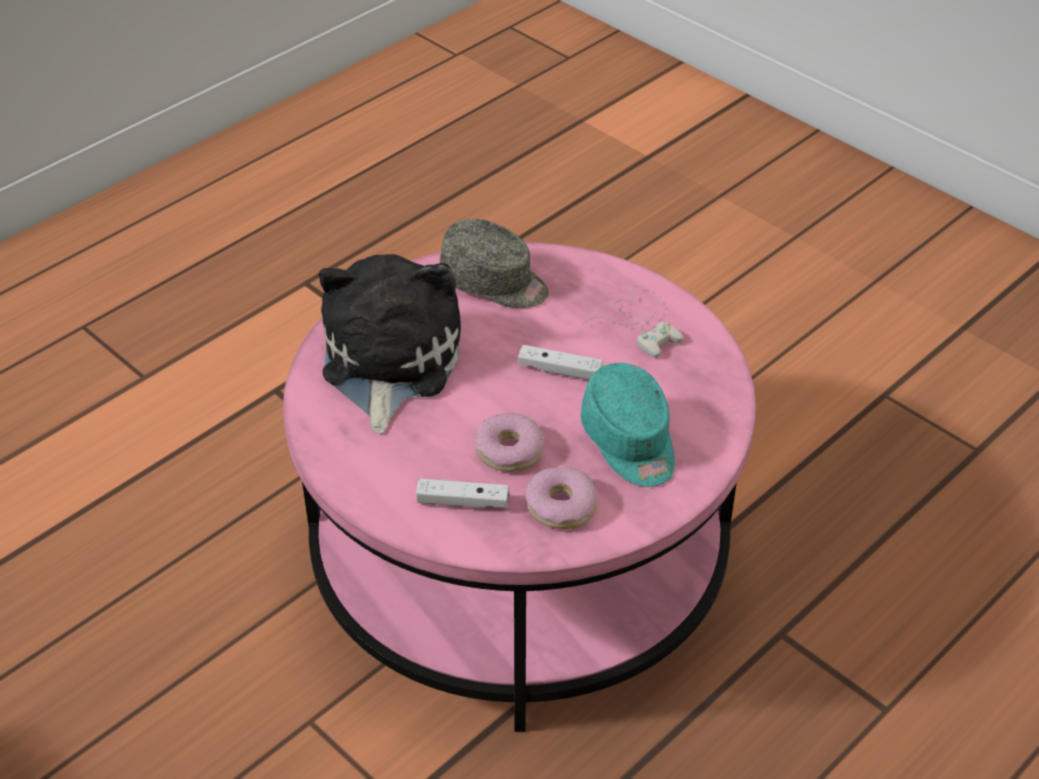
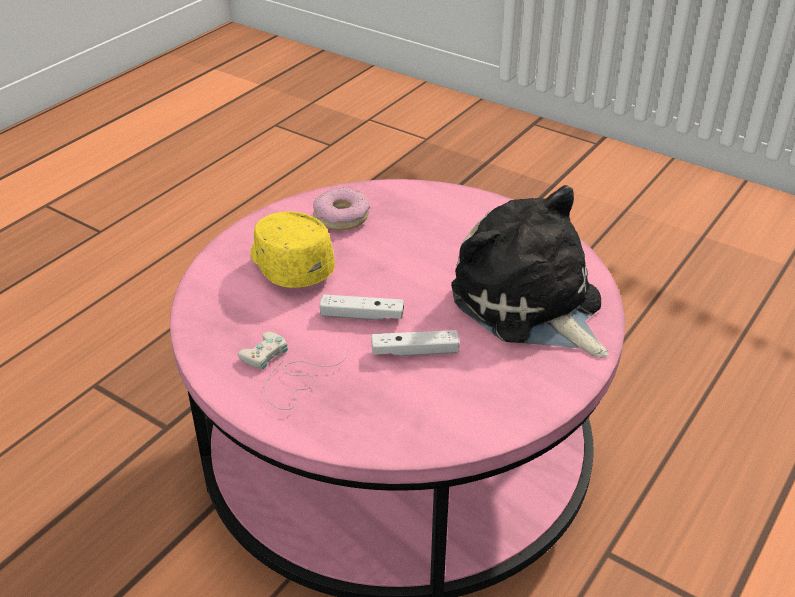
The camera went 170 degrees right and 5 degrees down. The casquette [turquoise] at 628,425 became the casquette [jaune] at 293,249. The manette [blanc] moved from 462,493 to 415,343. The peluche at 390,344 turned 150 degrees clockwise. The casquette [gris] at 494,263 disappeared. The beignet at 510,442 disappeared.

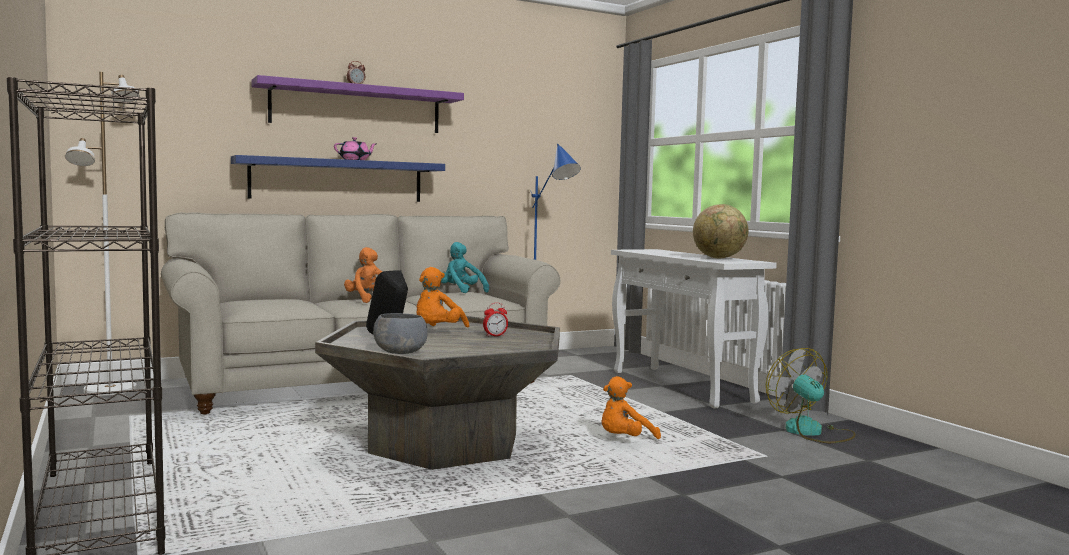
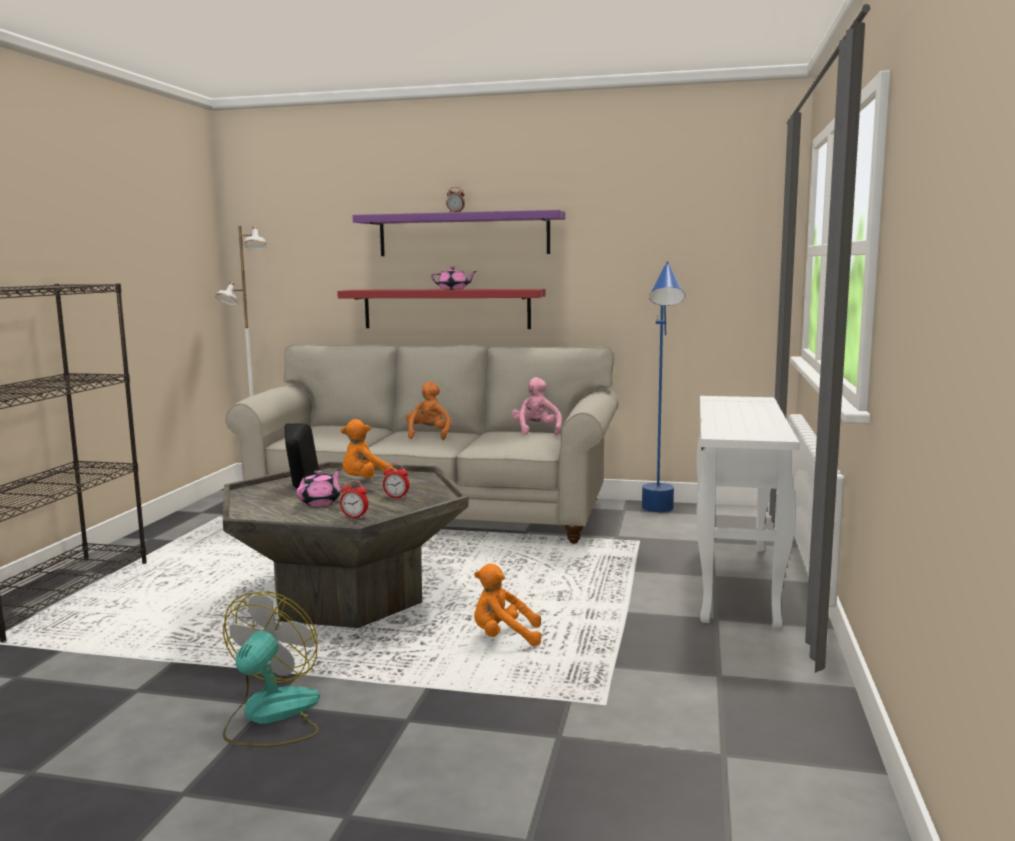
The camera went 40 degrees right and 5 degrees up. The ventilateur moved from 811,395 to 271,669. The théière [rose] at 319,488 appeared. The étagère [bleu] at 338,178 became the étagère [rouge] at 441,309. The réveil at 354,499 appeared. The peluche [turquoise] at 465,267 became the peluche [rose] at 537,406. The bol [gris] at 400,333 disappeared. The globe at 721,231 disappeared.

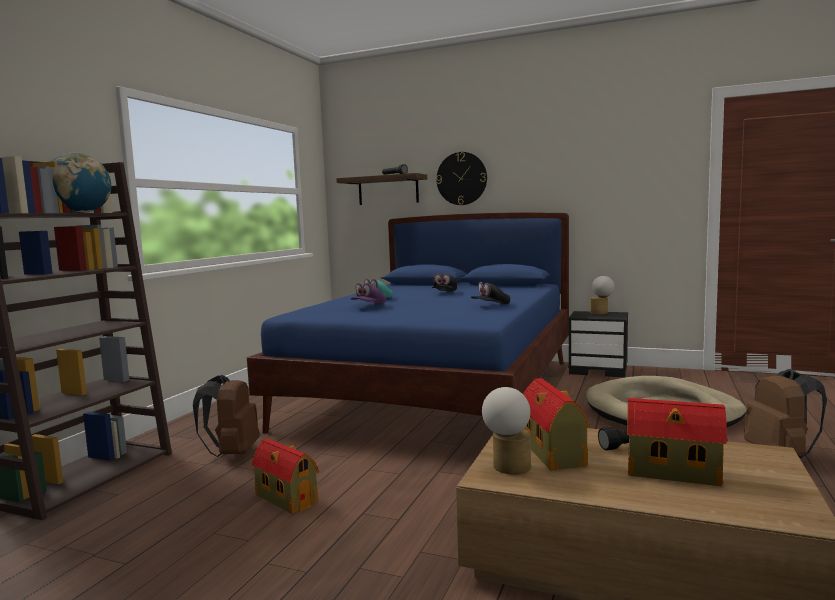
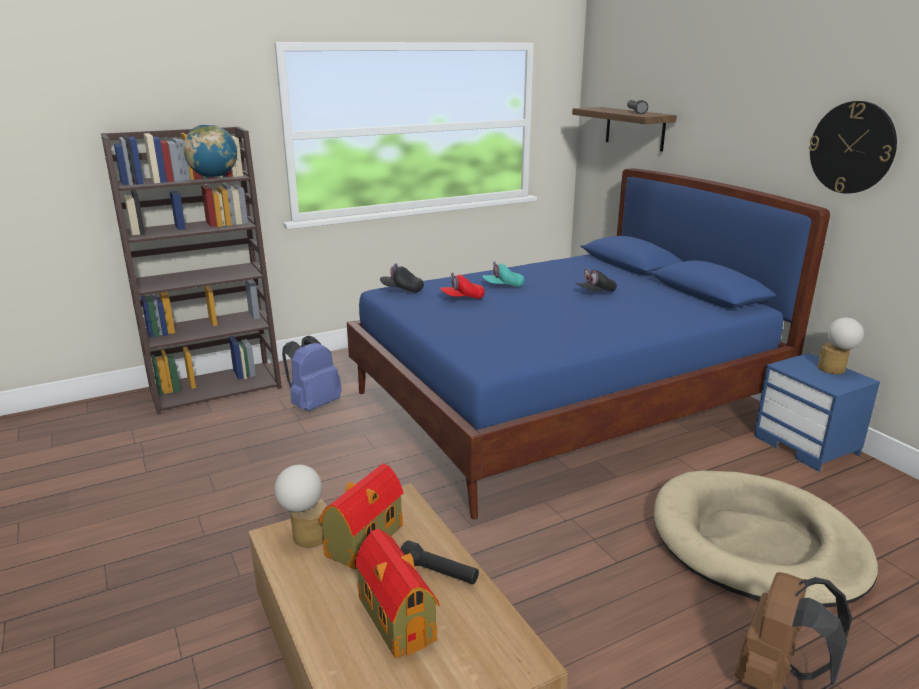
The camera went 40 degrees right and 15 degrees up. The sac à dos [marron] at 226,416 became the sac à dos [bleu] at 312,373. The casquette [noir] moved from 490,293 to 402,278. The casquette [violet] at 368,293 became the casquette [rouge] at 462,285. The table de chevet [noir] at 598,344 became the table de chevet [bleu] at 817,412. The horloge murale moved from 461,178 to 853,147. The maison miniature at 285,476 disappeared.

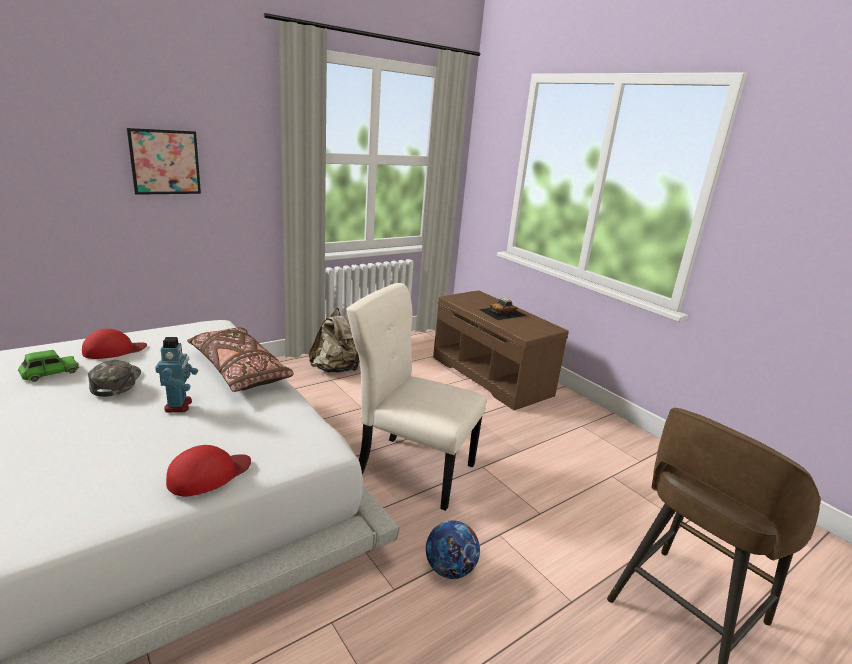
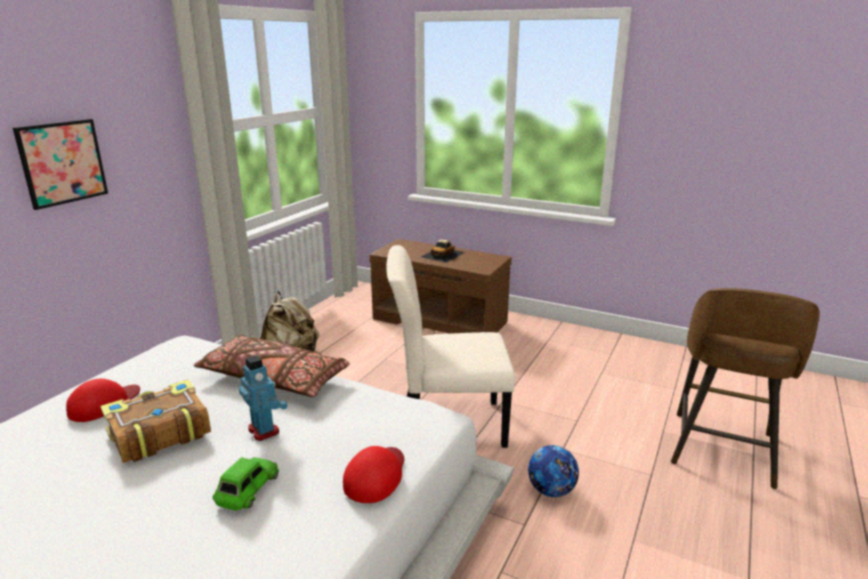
The camera went 25 degrees left and 0 degrees up. The casquette [vert] at 114,378 was replaced by the livre at 156,421. The petite voiture [vert] moved from 48,366 to 246,484.

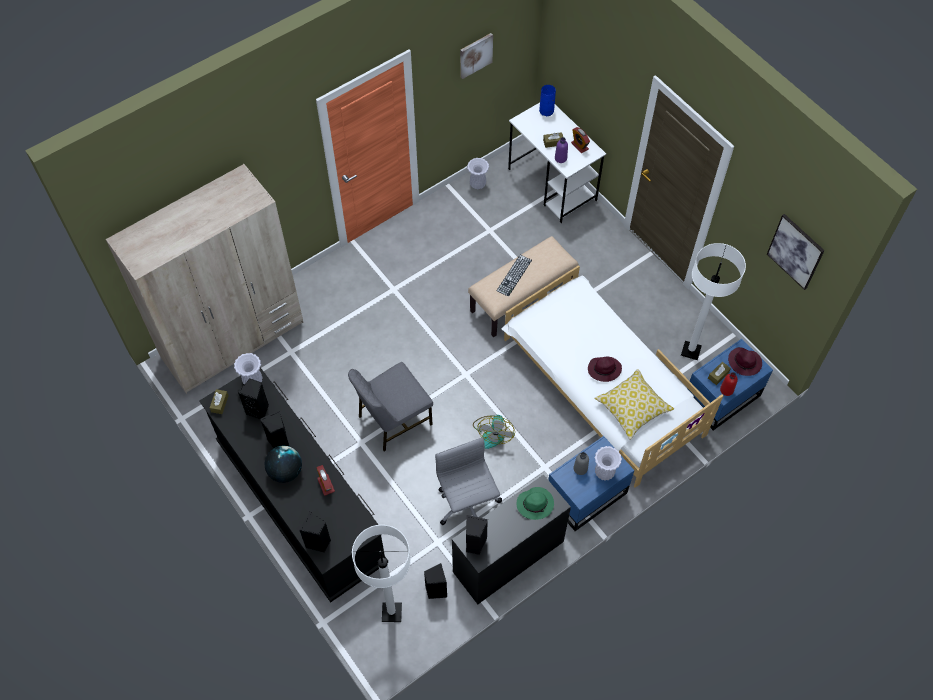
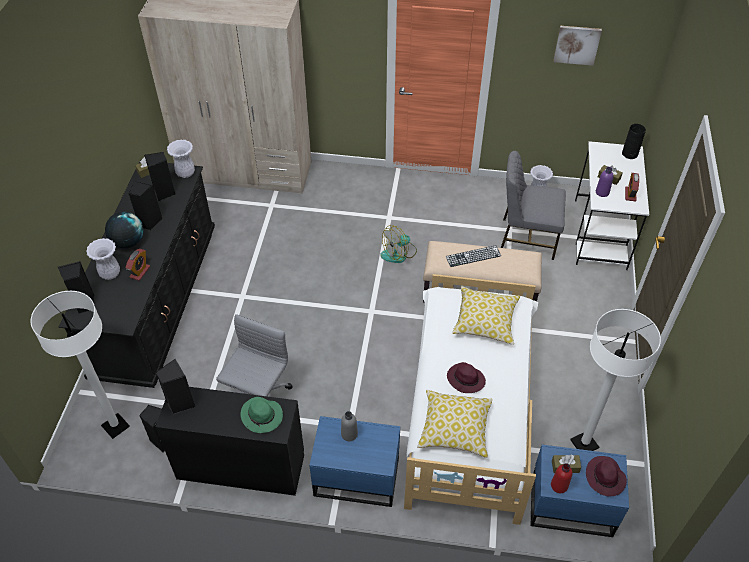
The camera went 45 degrees right and 10 degrees down. The vase [blanc] moved from 608,463 to 103,259. The ventilateur moved from 494,432 to 398,244. The coussin at 486,315 appeared. The chaise [gris] moved from 390,406 to 533,205. The vase [bleu] at 547,100 became the vase [noir] at 634,141. The tableau at 796,252 disappeared.

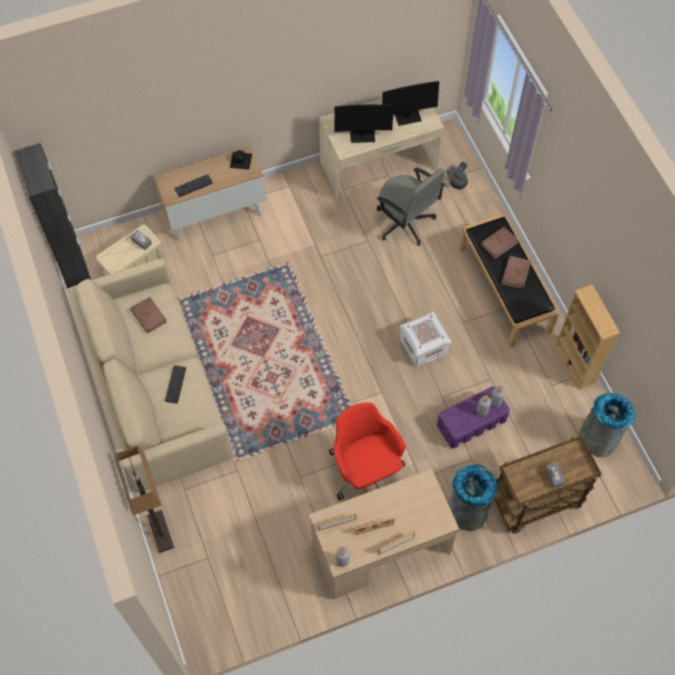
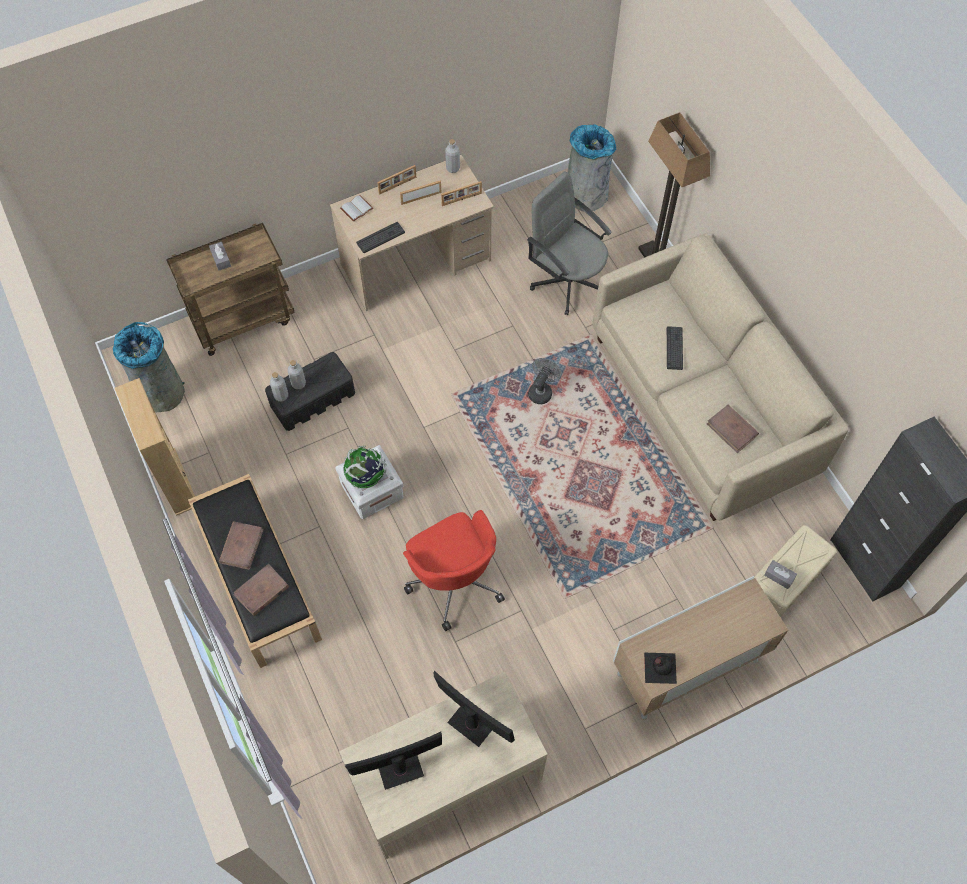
The camera went 175 degrees right and 0 degrees up. The boîte de rangement [violet] at 473,417 became the boîte de rangement [noir] at 310,391. The livre [blanc] at 357,208 appeared. The globe at 365,467 appeared. The clavier moved from 194,185 to 380,237. The chaise de bureau [rouge] moved from 367,451 to 454,570. The écran d'ordinateur at 364,123 turned 45 degrees clockwise. The chaise de bureau [gris] moved from 411,206 to 569,243. The ventilateur [gris] moved from 457,175 to 545,381. The poubelle [gris] moved from 472,497 to 592,167.

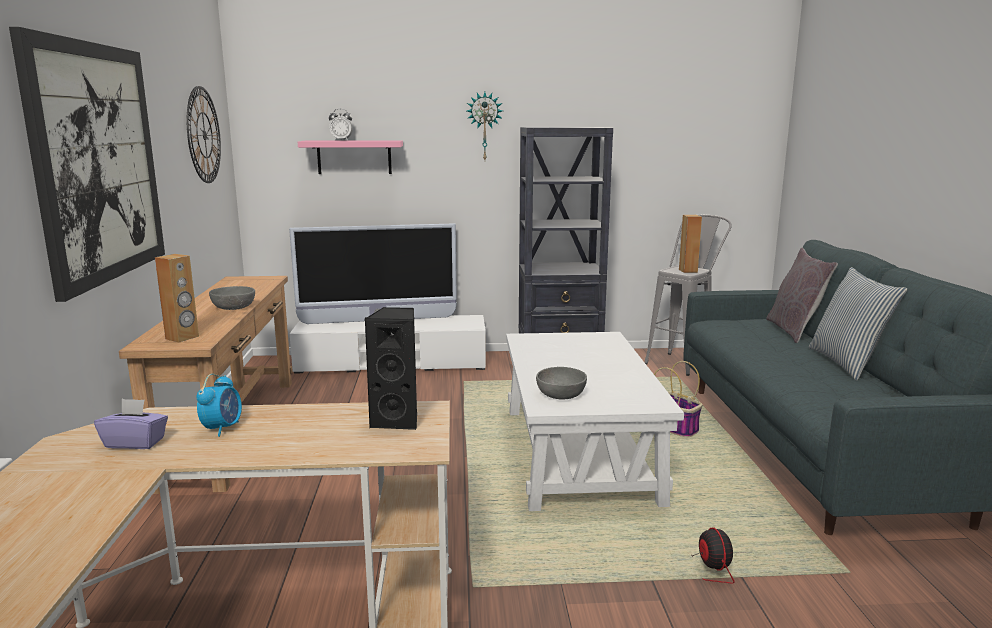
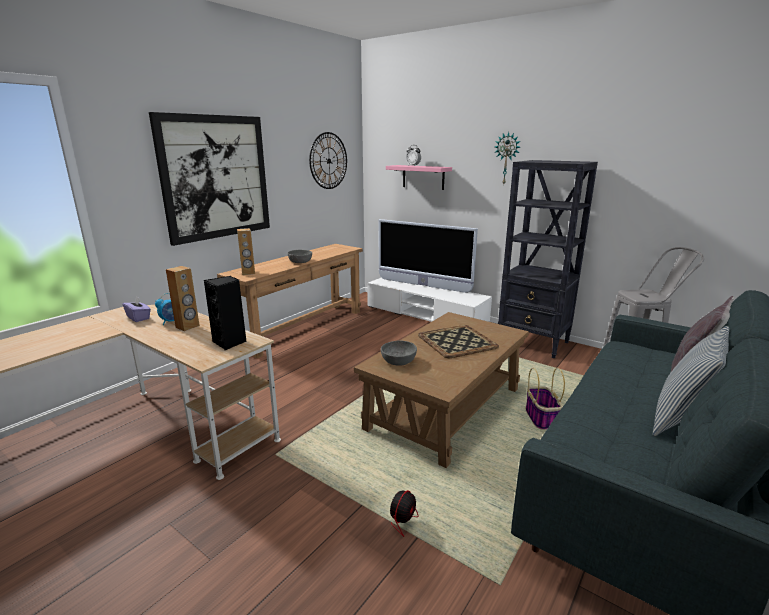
The camera went 40 degrees right and 5 degrees up. The enceinte [marron] moved from 690,244 to 183,298. The table basse [blanc] at 595,421 became the table basse [marron] at 441,390. The plateau at 458,341 appeared.

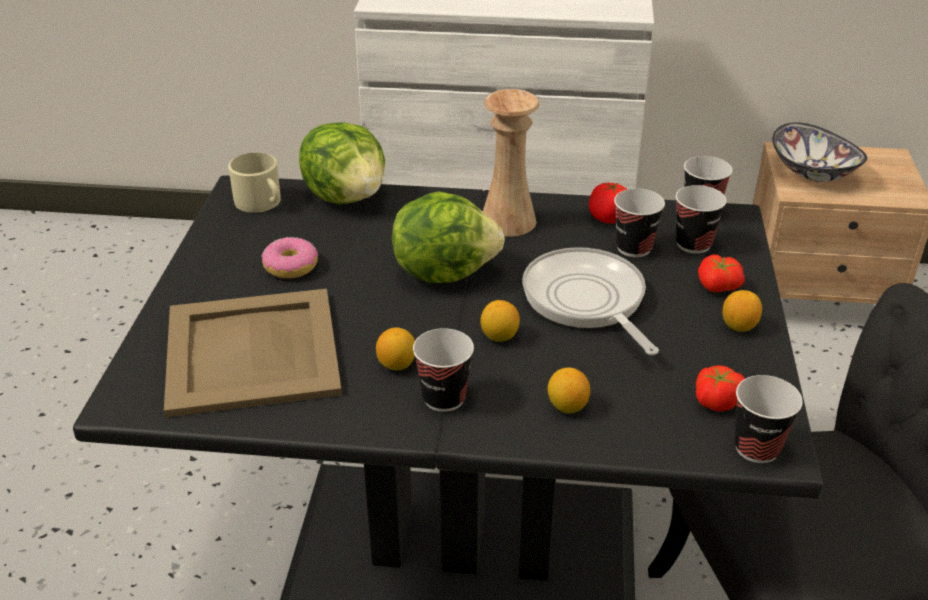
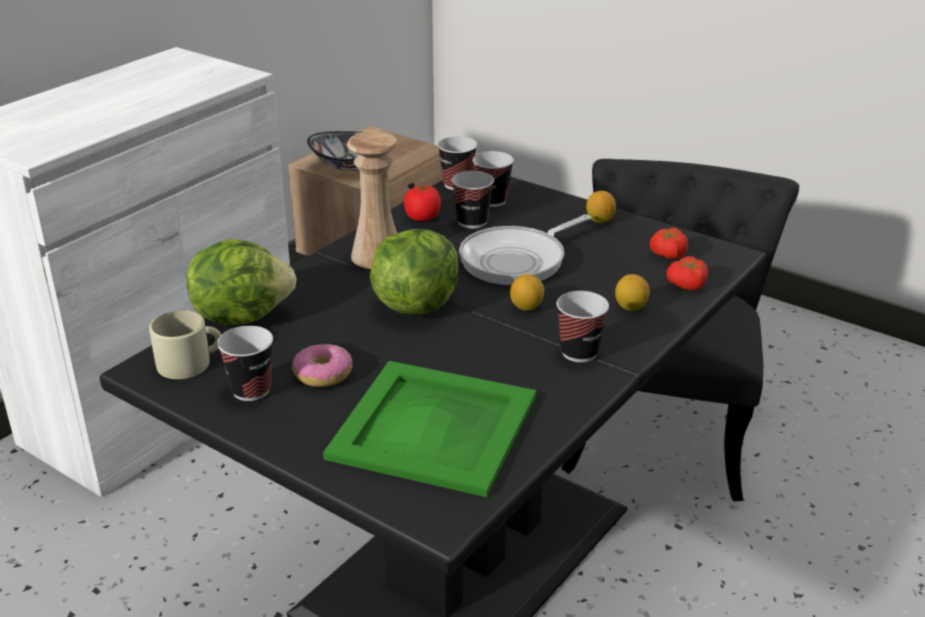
The camera went 60 degrees left and 5 degrees down. The tasse moved from 768,419 to 245,363. The plateau [beige] at 253,353 became the plateau [vert] at 429,429. The poêle at 591,301 turned 45 degrees counterclockwise. The tomate moved from 721,273 to 687,273. The citron at 395,348 disappeared.

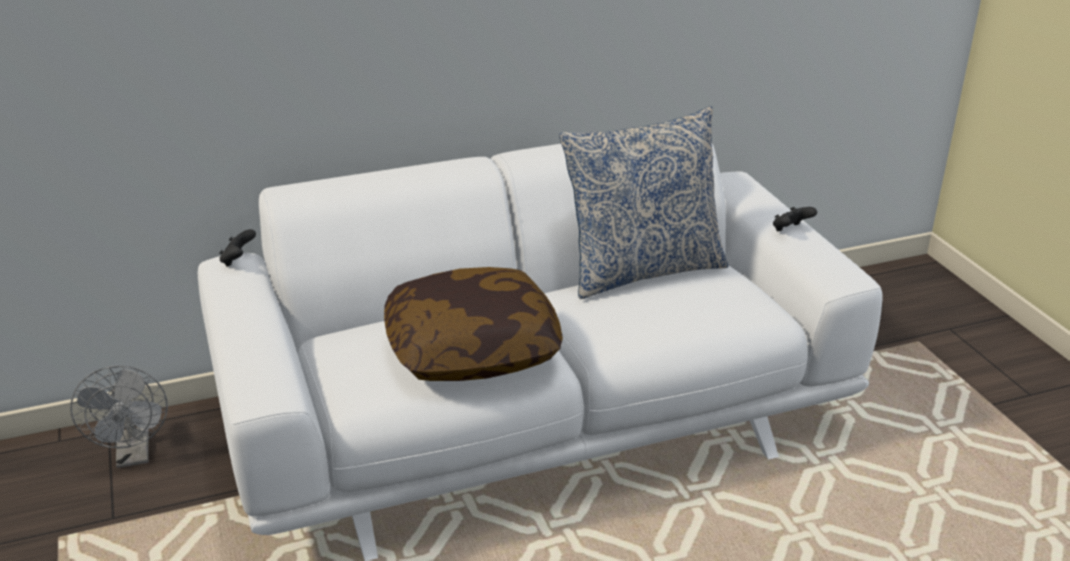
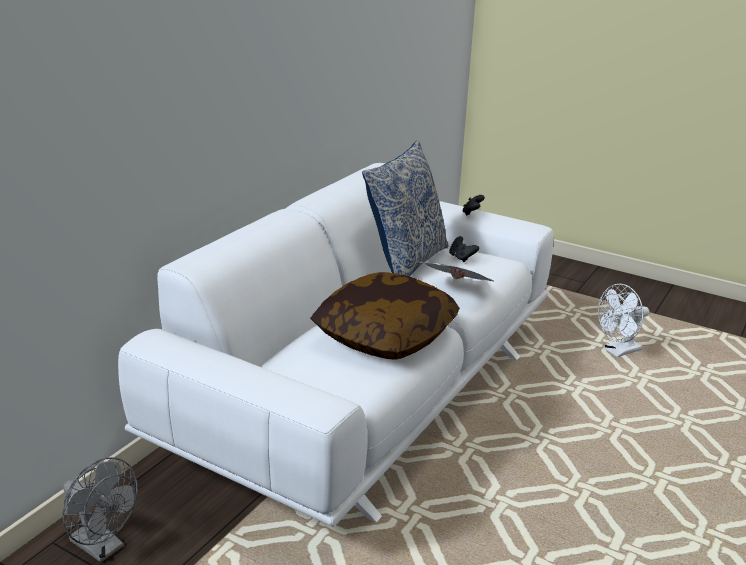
The camera went 40 degrees left and 5 degrees down. The journal at 456,272 appeared. The manette [noir] moved from 237,248 to 464,249. The ventilateur [blanc] at 623,320 appeared.

